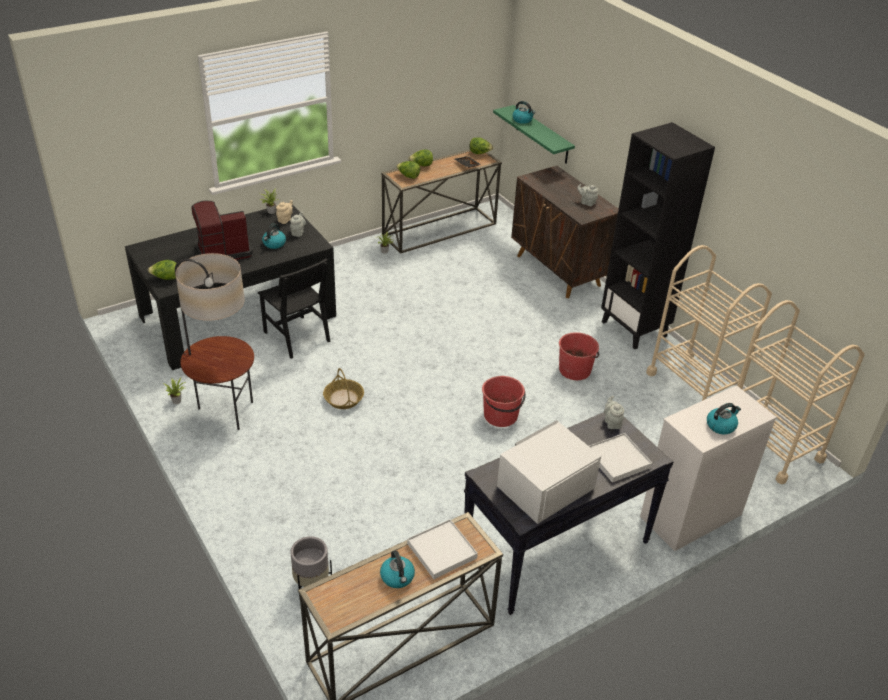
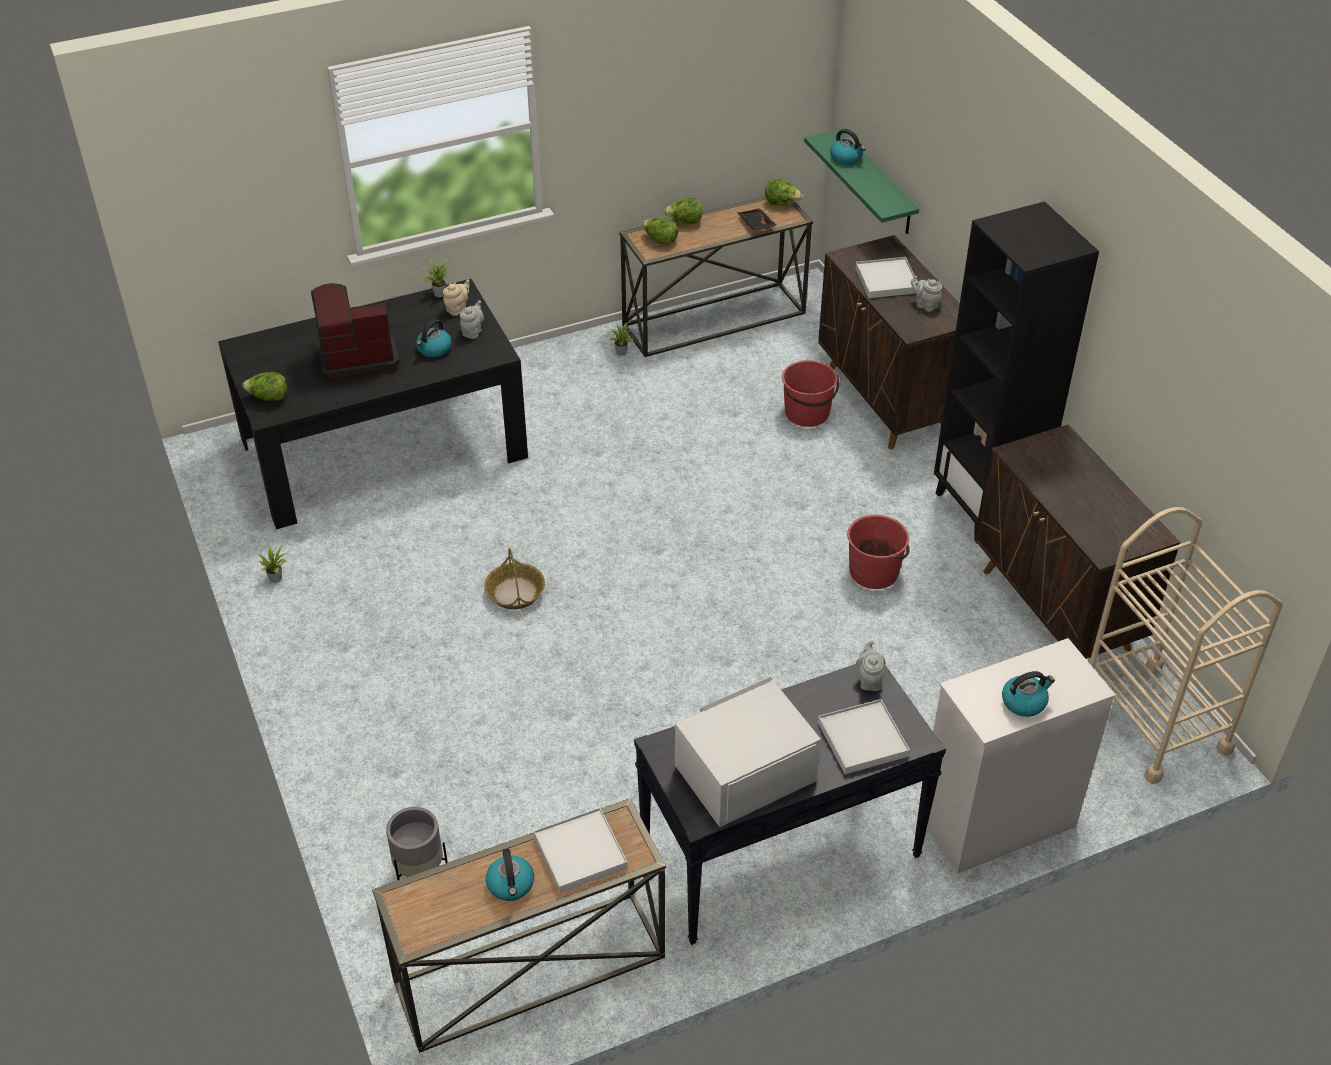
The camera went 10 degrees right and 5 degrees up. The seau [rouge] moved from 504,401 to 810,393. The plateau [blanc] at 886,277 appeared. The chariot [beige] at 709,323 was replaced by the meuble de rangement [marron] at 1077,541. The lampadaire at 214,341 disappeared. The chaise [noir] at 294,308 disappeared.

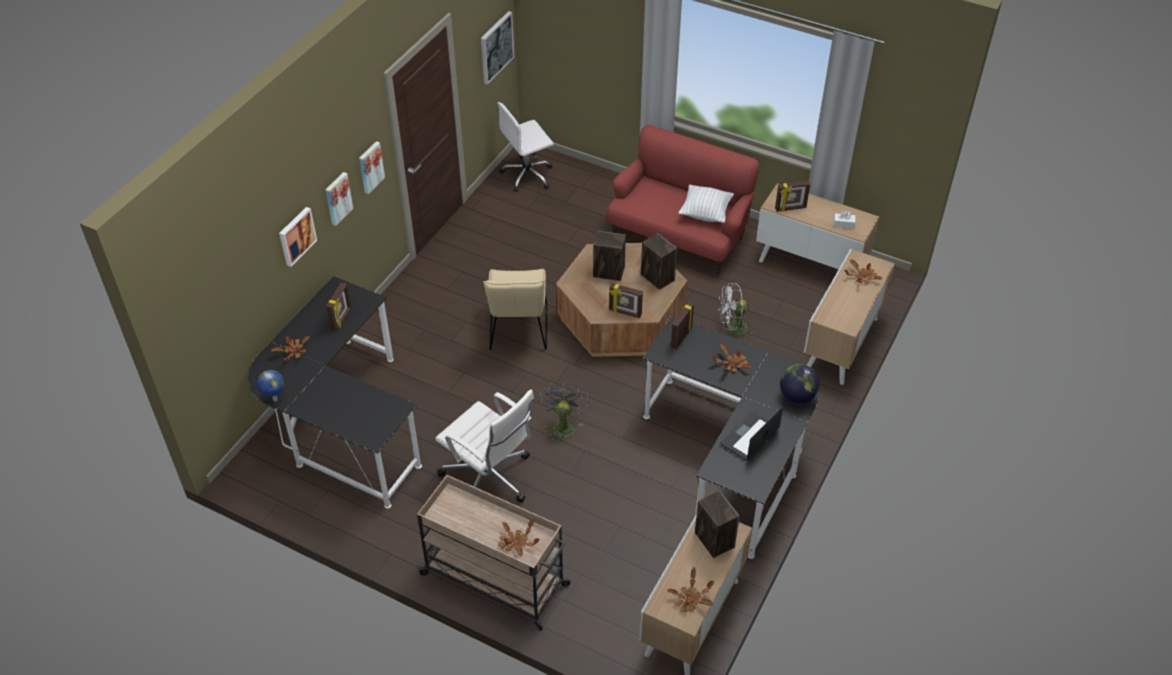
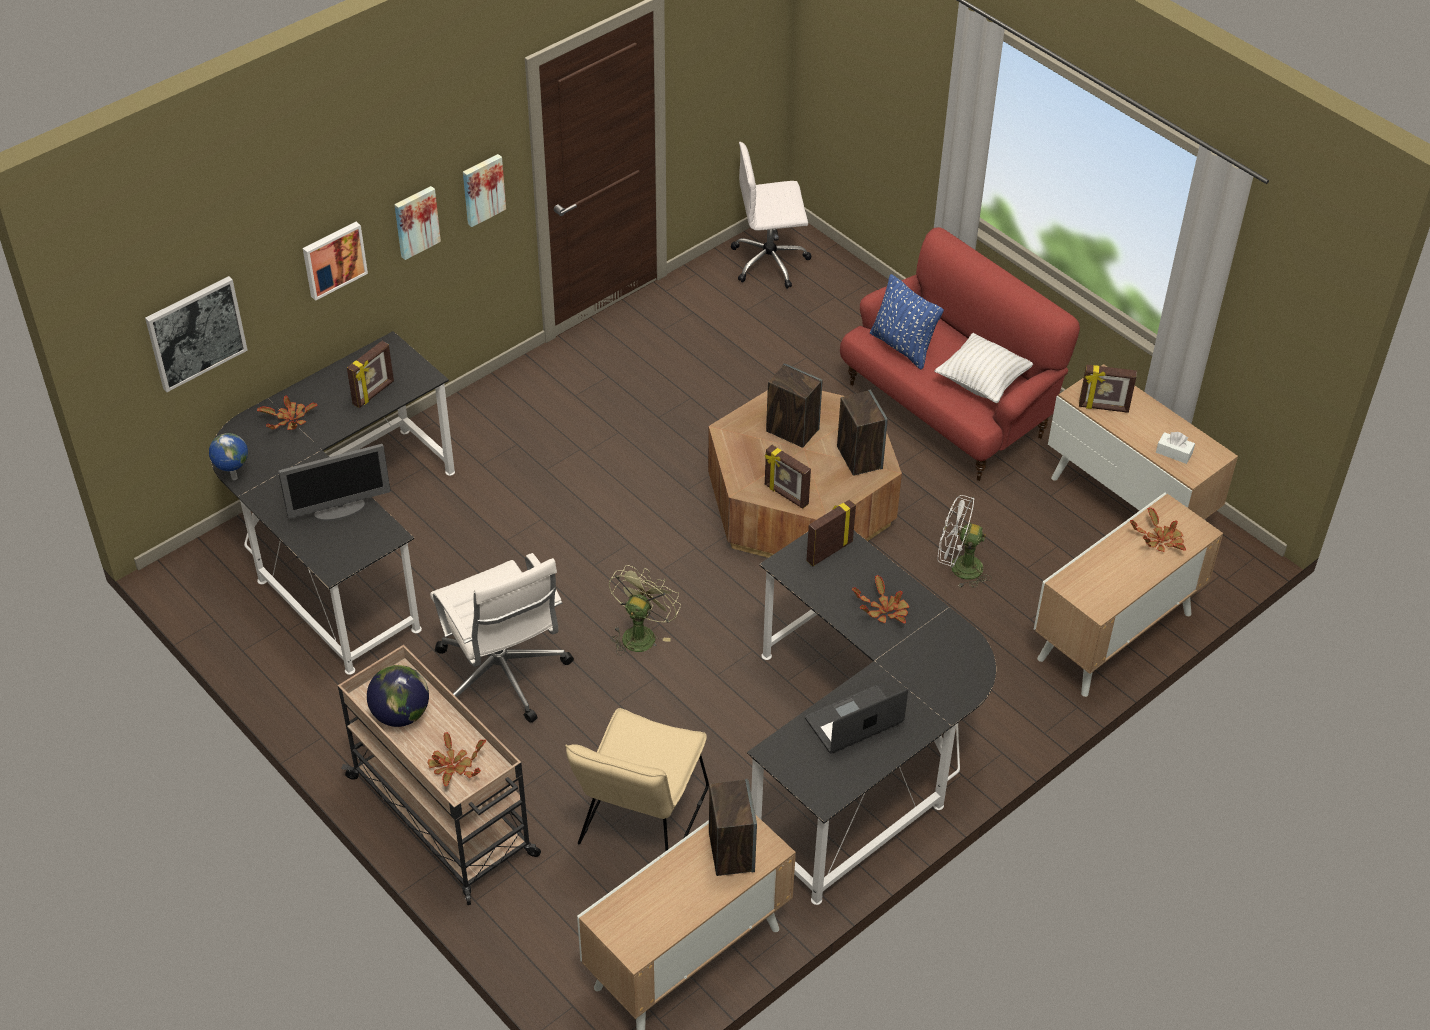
The camera went 20 degrees right and 0 degrees up. The tableau moved from 497,48 to 196,334. The écran d'ordinateur at 334,482 appeared. The globe moved from 800,383 to 398,696. The chaise [beige] moved from 515,309 to 637,779. The ventilateur [gris] at 564,412 became the ventilateur [vert] at 645,610. The coussin [bleu] at 907,321 appeared. The plante en pot at 690,589 disappeared.

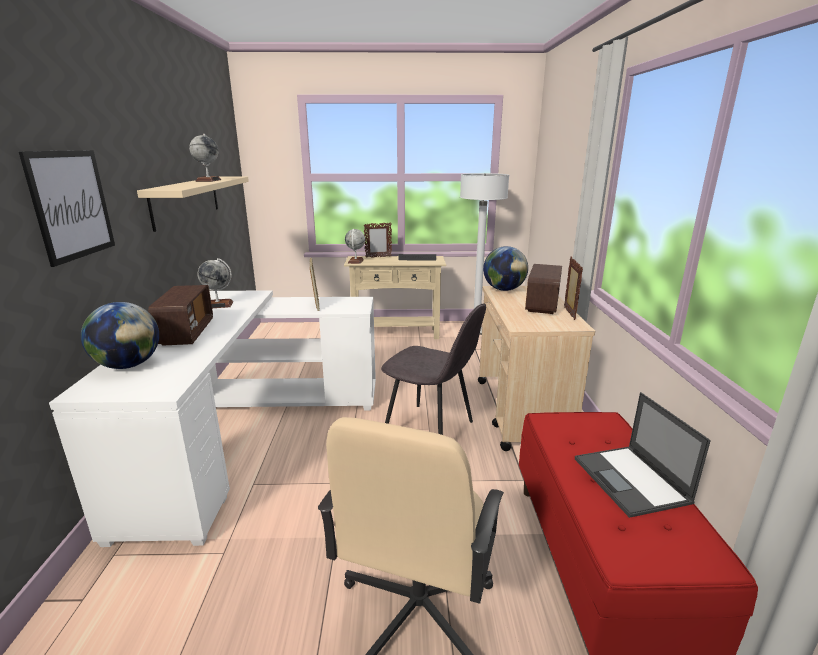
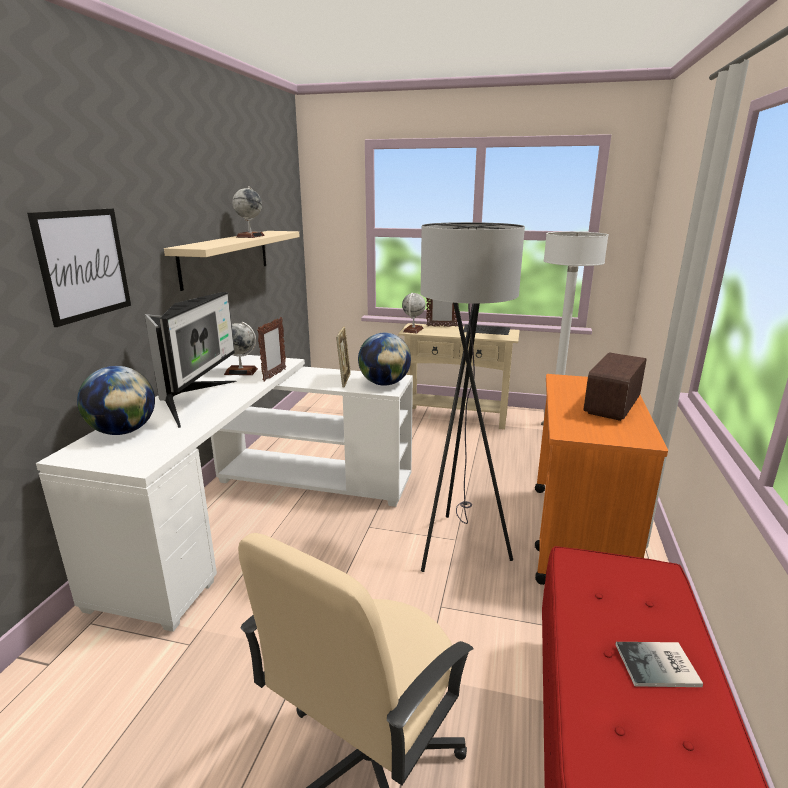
The camera went 15 degrees right and 0 degrees up. The radio at 180,315 was replaced by the écran d'ordinateur at 190,360. The cadre photo moved from 573,288 to 271,349. The globe moved from 505,268 to 384,359. The chaise [gris] at 433,369 was replaced by the lampadaire [gris] at 472,397. The chariot [beige] at 536,368 became the chariot [orange] at 601,479. The ordinateur portable at 643,455 was replaced by the livre at 659,664.

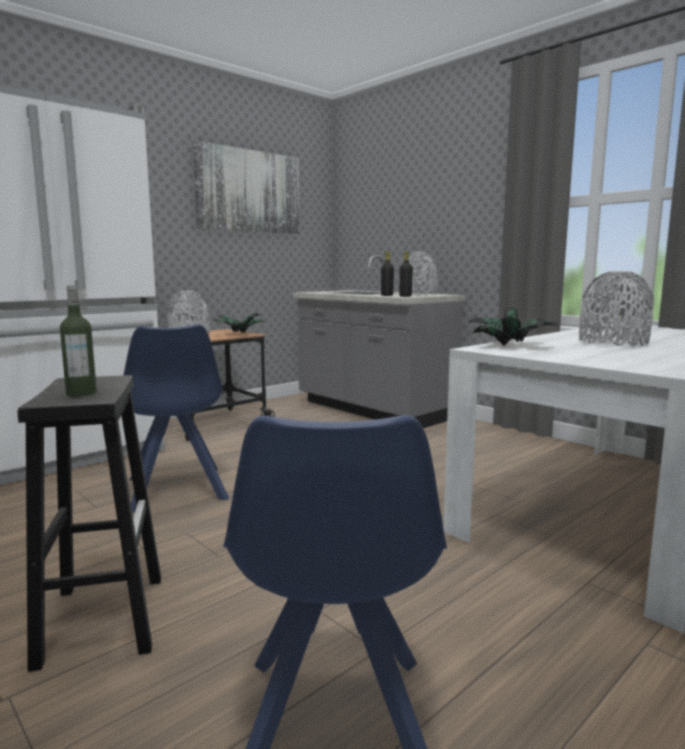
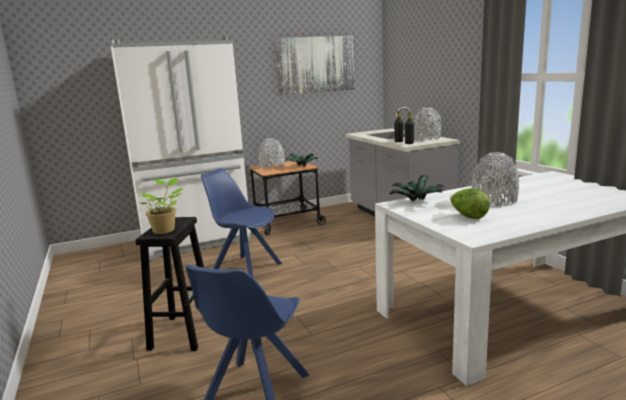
The camera went 20 degrees right and 5 degrees up. The bouteille at 78,340 was replaced by the plante en pot at 160,206. The chaise [bleu] at 176,418 turned 120 degrees clockwise. The laitue at 470,203 appeared.

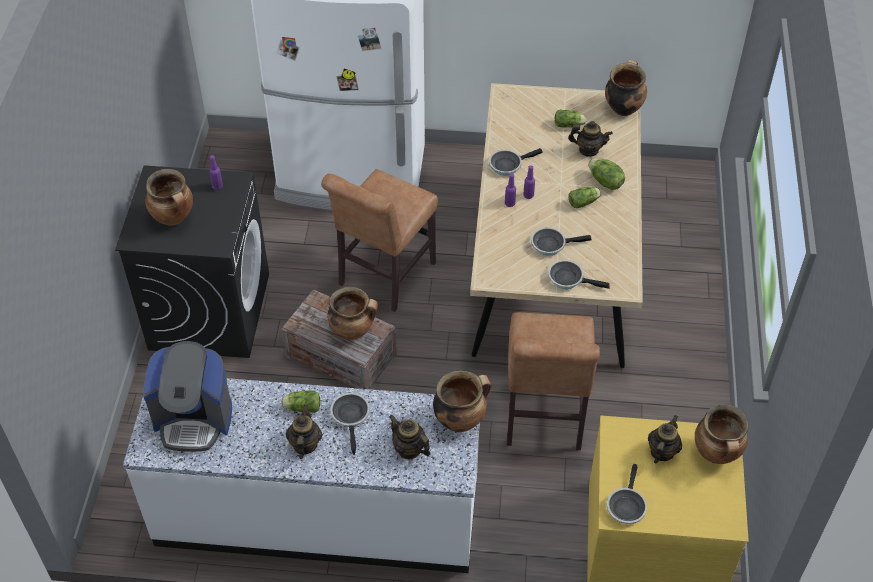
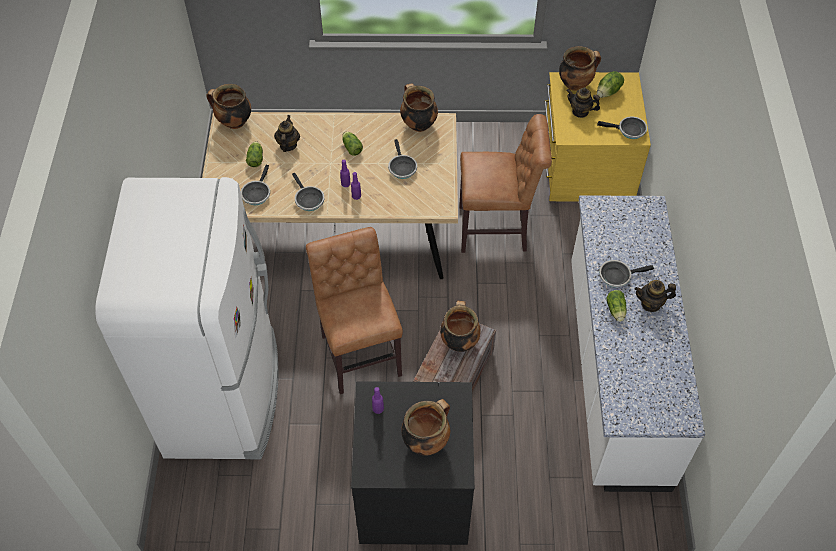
The camera went 95 degrees left and 5 degrees up. The poêle moved from 578,274 to 255,185. The chaise [marron] at 379,240 turned 135 degrees counterclockwise. The marmite moved from 462,401 to 419,107. The laitue moved from 606,174 to 610,84. The machine à café at 187,396 disappeared. The théière at 409,437 disappeared.

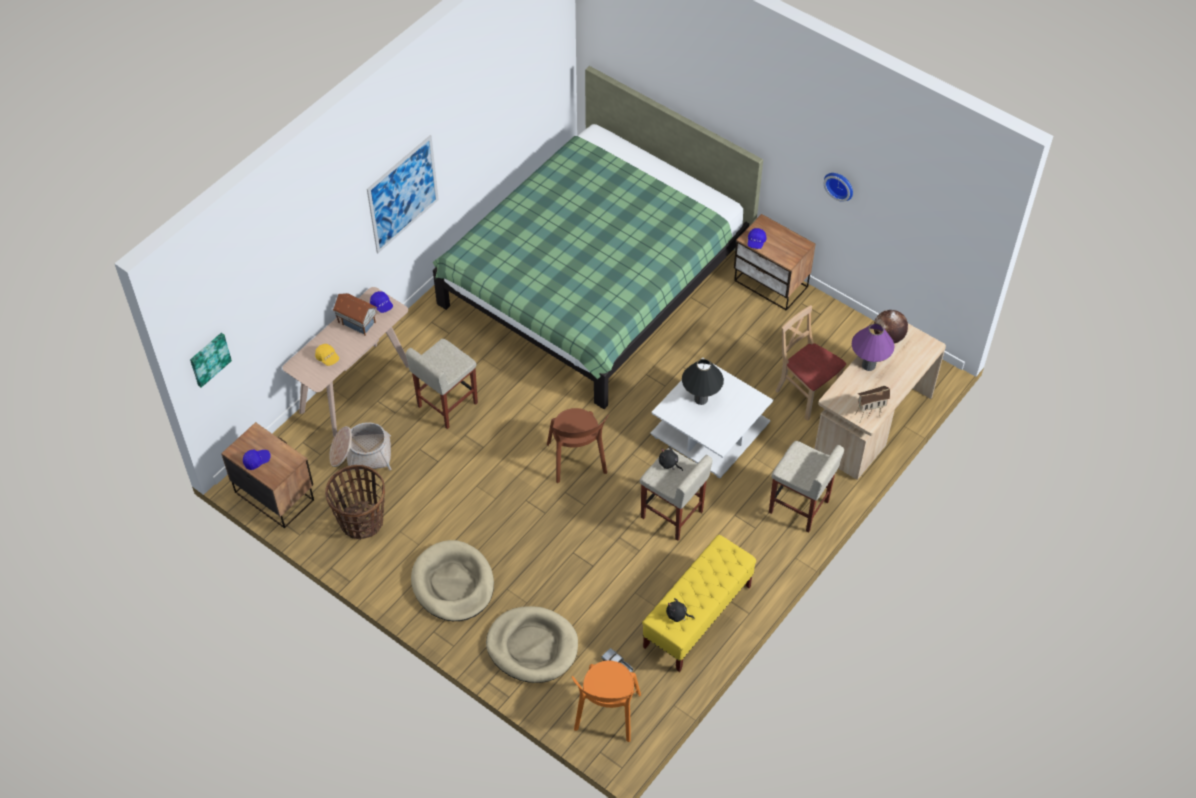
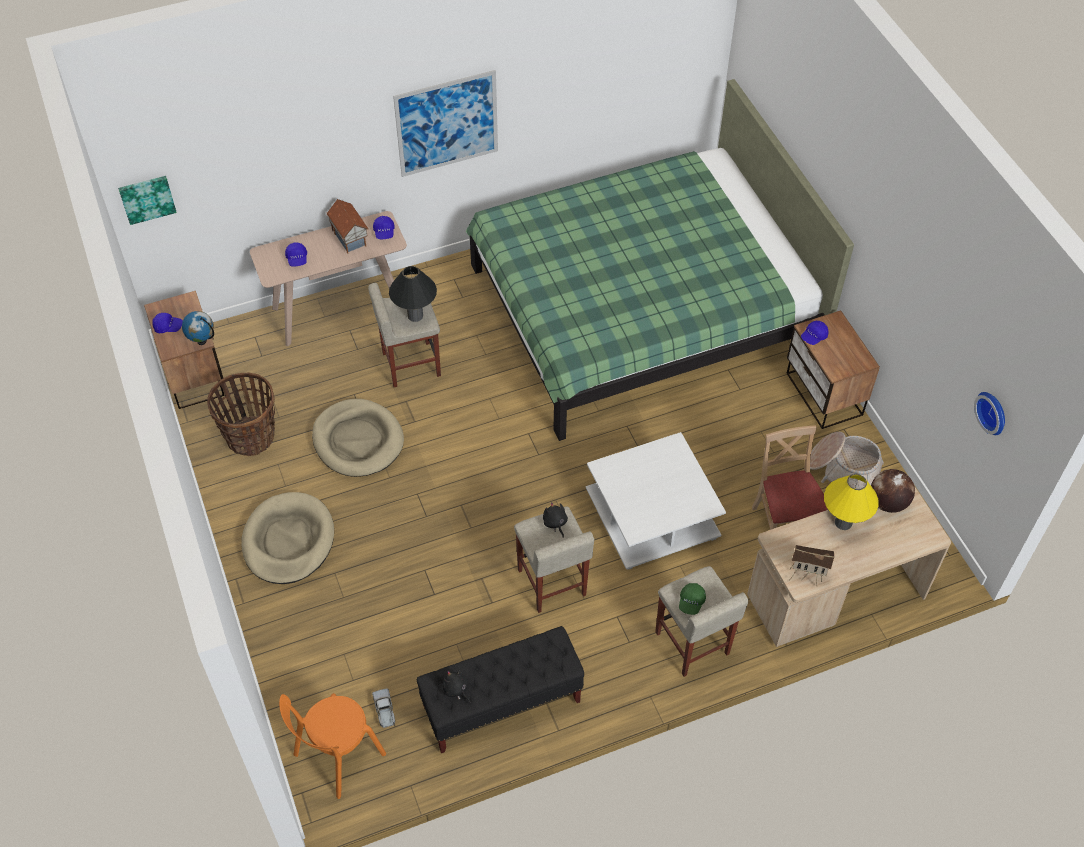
The camera went 30 degrees right and 0 degrees up. The globe at 198,328 appeared. The casquette [jaune] at 327,355 became the casquette [bleu] at 296,254. The panier pour chien [beige] moved from 532,644 to 358,438. The lampe de table [noir] moved from 703,382 to 413,294. The banc [jaune] at 699,603 became the banc [noir] at 500,689. The casquette [vert] at 692,599 appeared. The panier moved from 360,446 to 847,460. The lampe de table [violet] at 873,347 became the lampe de table [jaune] at 851,502. The horloge murale moved from 838,187 to 989,413. The chaise [marron] at 578,445 disappeared.

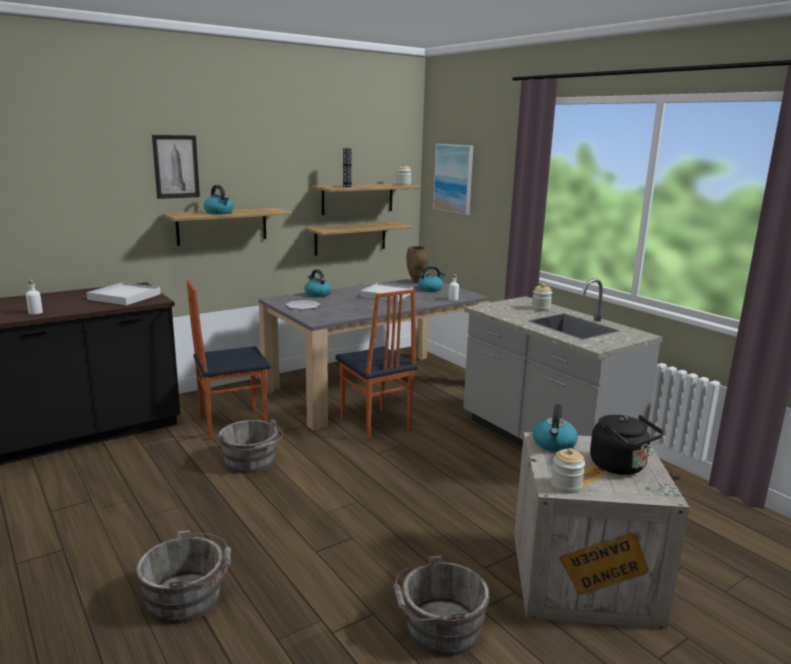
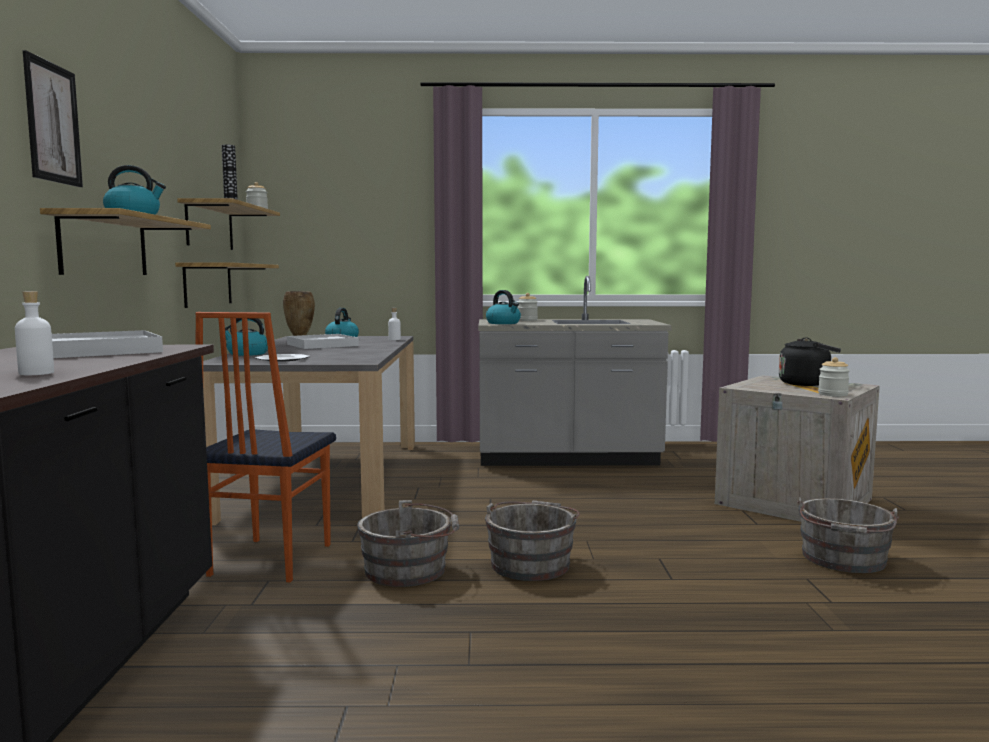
The camera went 55 degrees left and 10 degrees down. The seau [gris] moved from 183,577 to 532,540. The bouilloire moved from 555,428 to 503,307. The chaise at 376,365 disappeared. The tableau at 453,179 disappeared.

